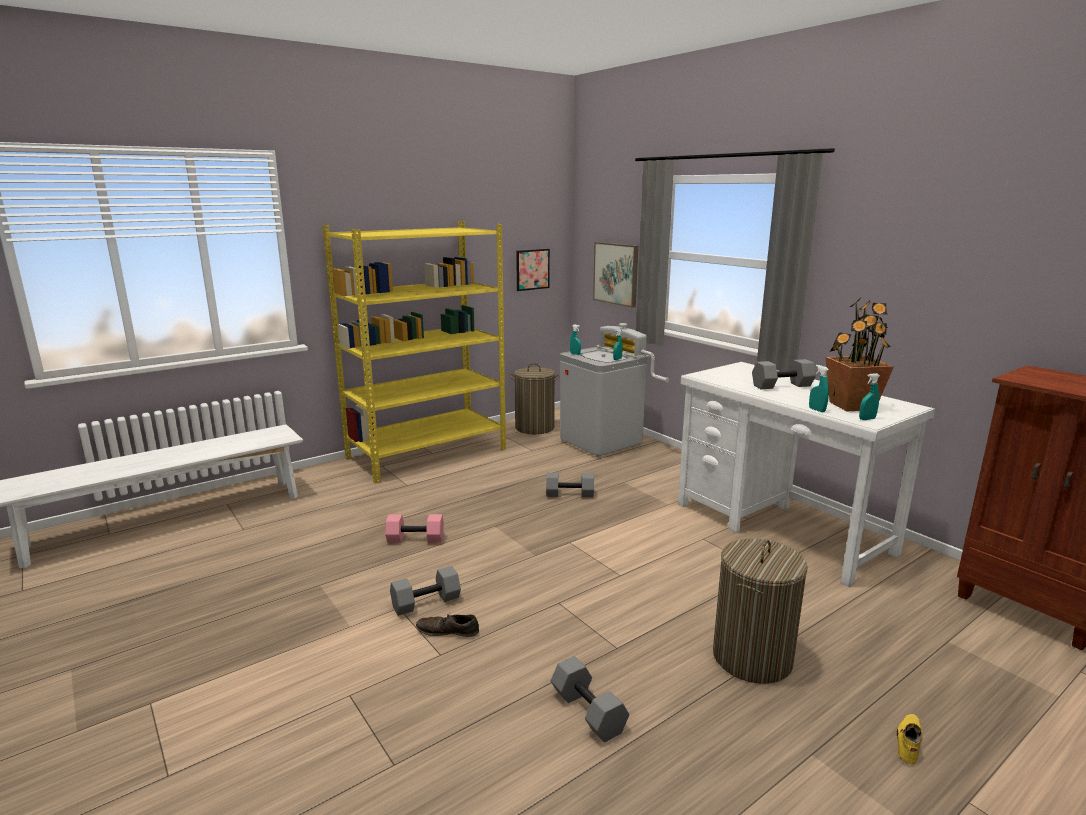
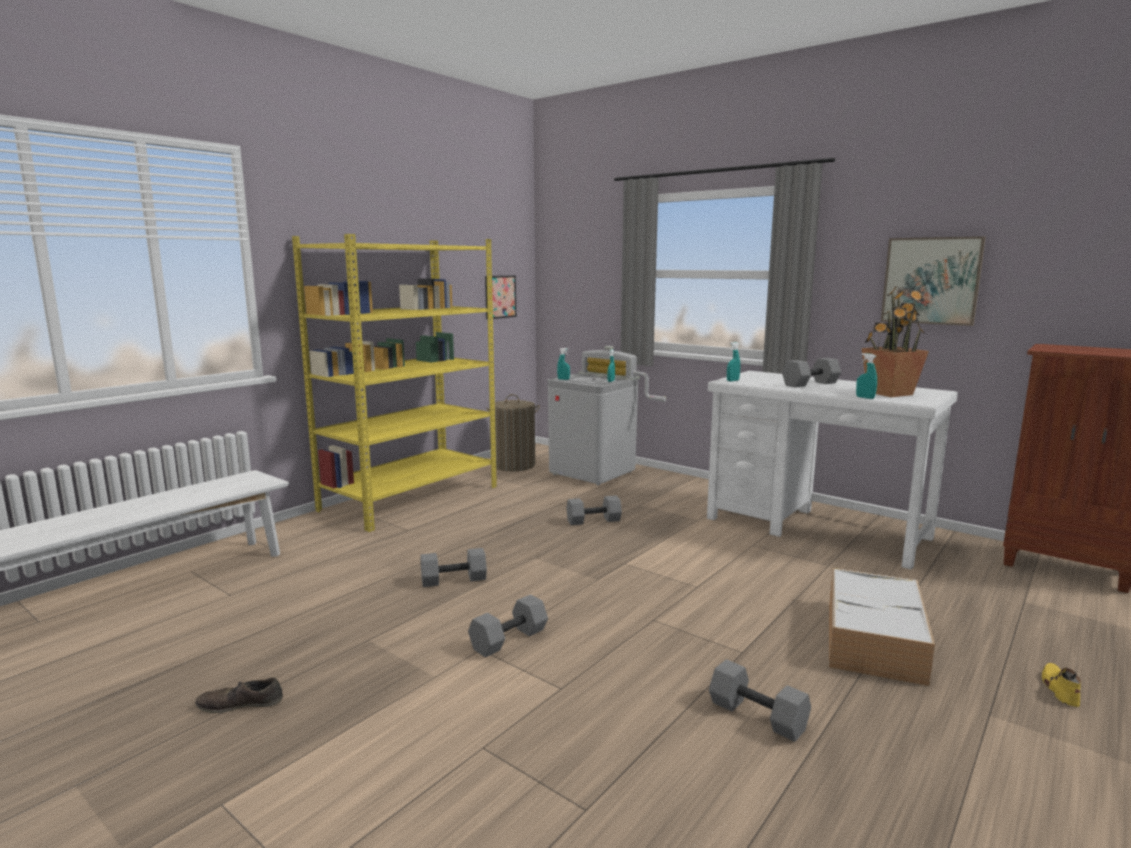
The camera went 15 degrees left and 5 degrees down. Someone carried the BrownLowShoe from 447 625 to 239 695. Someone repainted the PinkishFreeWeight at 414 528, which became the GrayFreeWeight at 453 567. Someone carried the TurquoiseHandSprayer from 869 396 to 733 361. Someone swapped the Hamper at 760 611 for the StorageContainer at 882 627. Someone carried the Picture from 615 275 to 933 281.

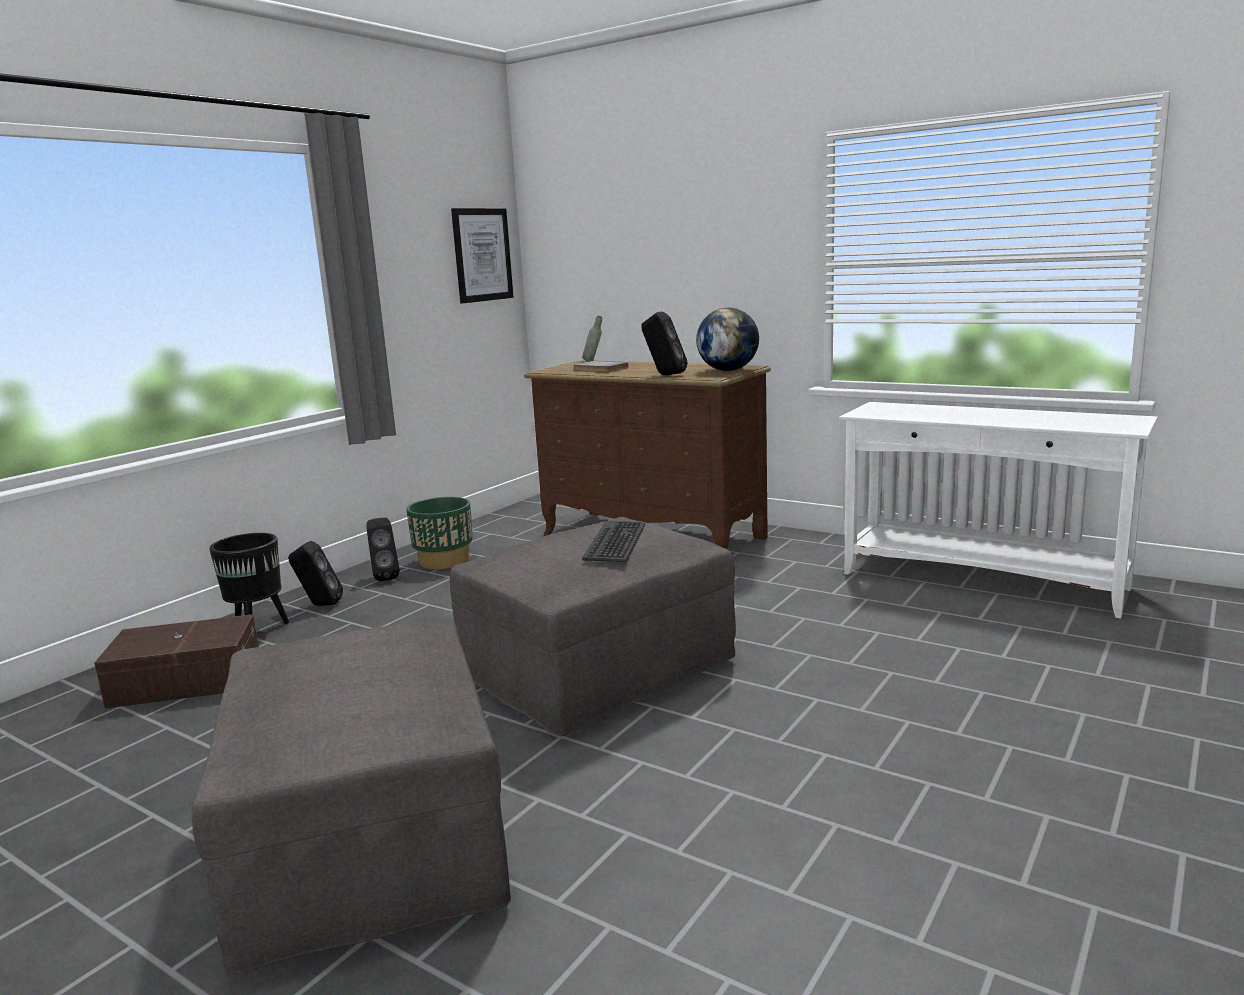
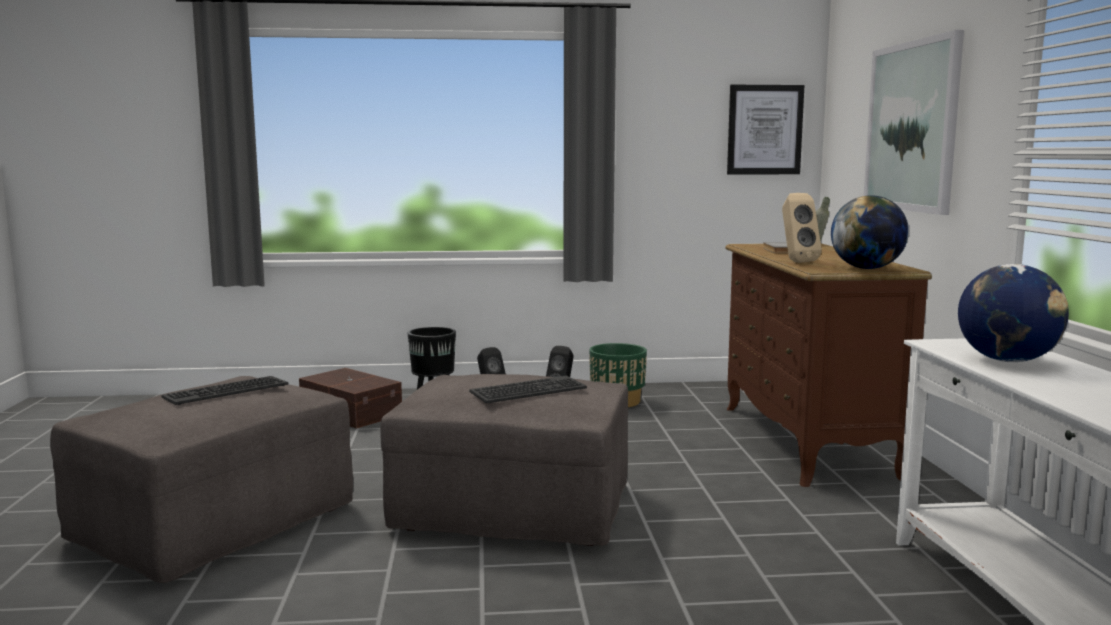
The camera went 50 degrees right and 5 degrees down. Someone put down the PcKeyboard at 225 390. Someone repainted the BlackishLoudspeaker at 664 343, which became the BeigeLoudspeaker at 802 228. Someone put up the Picture at 914 122. Someone put down the DeskGlobe at 1013 313.

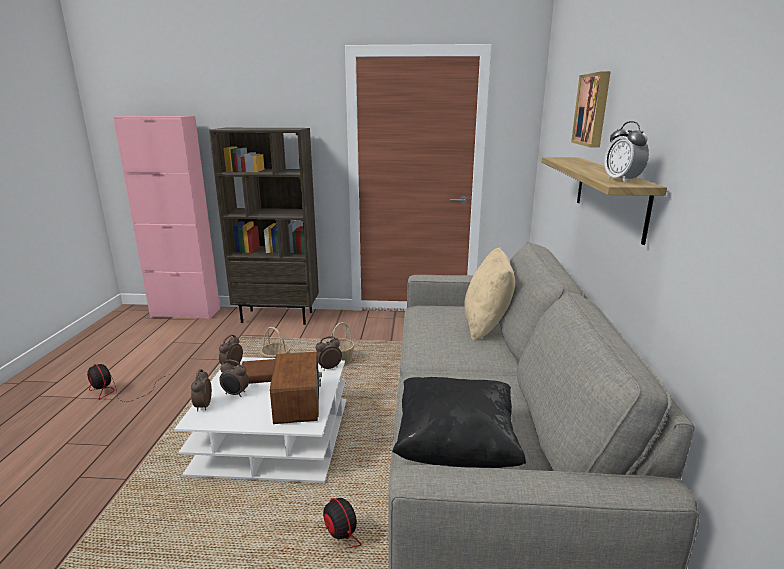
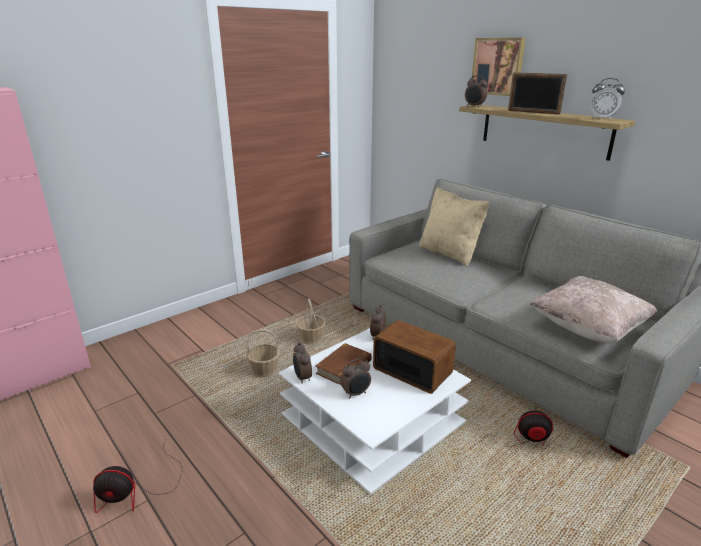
The camera went 45 degrees left and 5 degrees up. Someone carried the AlarmClock from 201 390 to 476 91. Someone put down the StandingFrame at 537 93. Someone repainted the BlackishPillow at 459 422, which became the BeigePillow at 593 309. Someone took away the BrownBookshelf at 264 226.

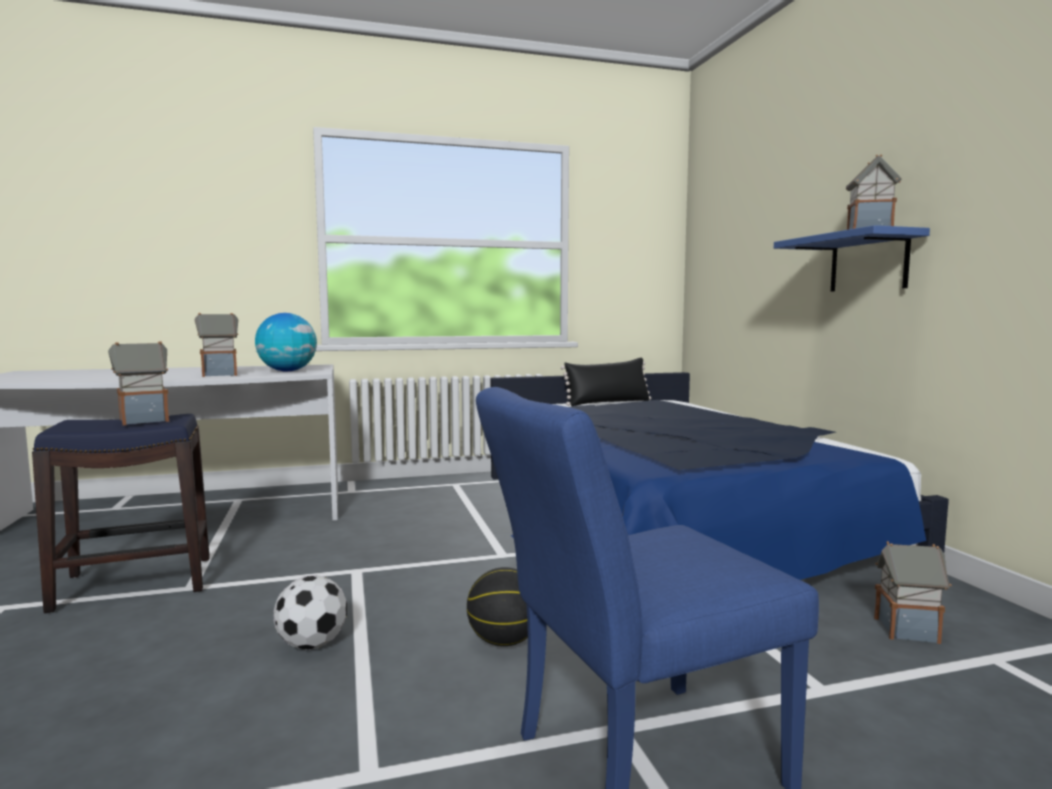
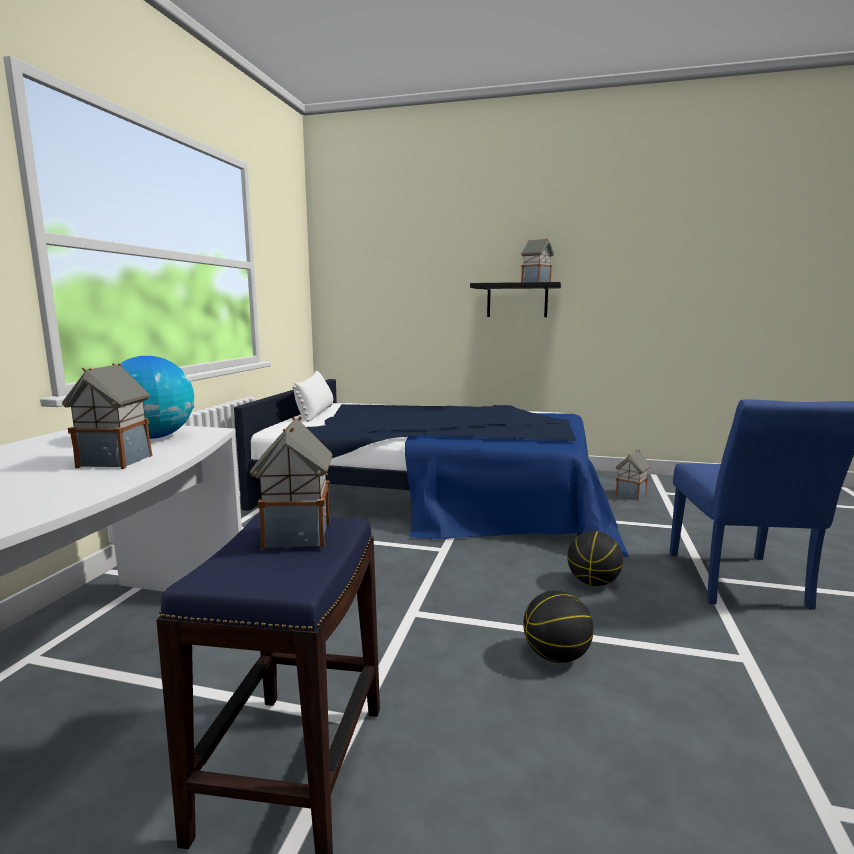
The camera went 60 degrees left and 5 degrees up. Someone repainted the BlackishPillow at 606 382, which became the WhitePillow at 312 396. Someone repainted the BluishWallShelf at 852 258, which became the BlackishWallShelf at 515 299. Someone swapped the Football at 310 612 for the Basketball at 558 626.

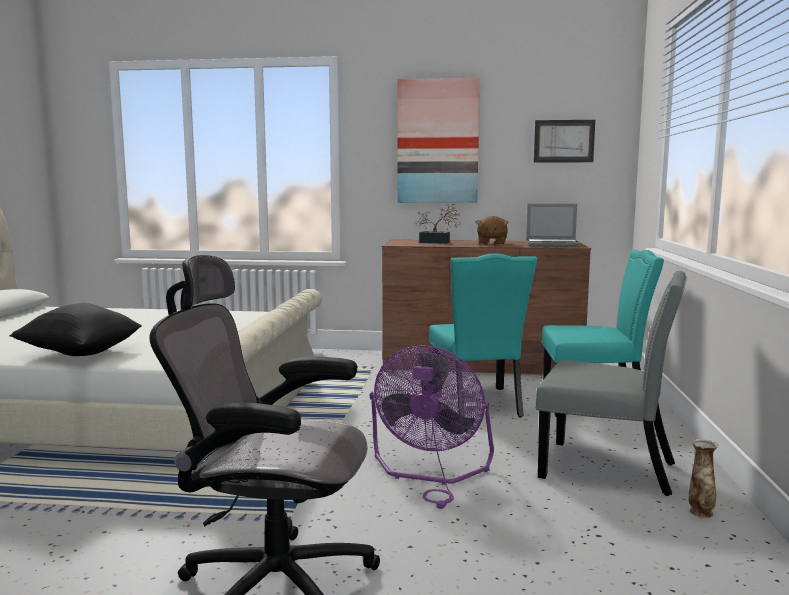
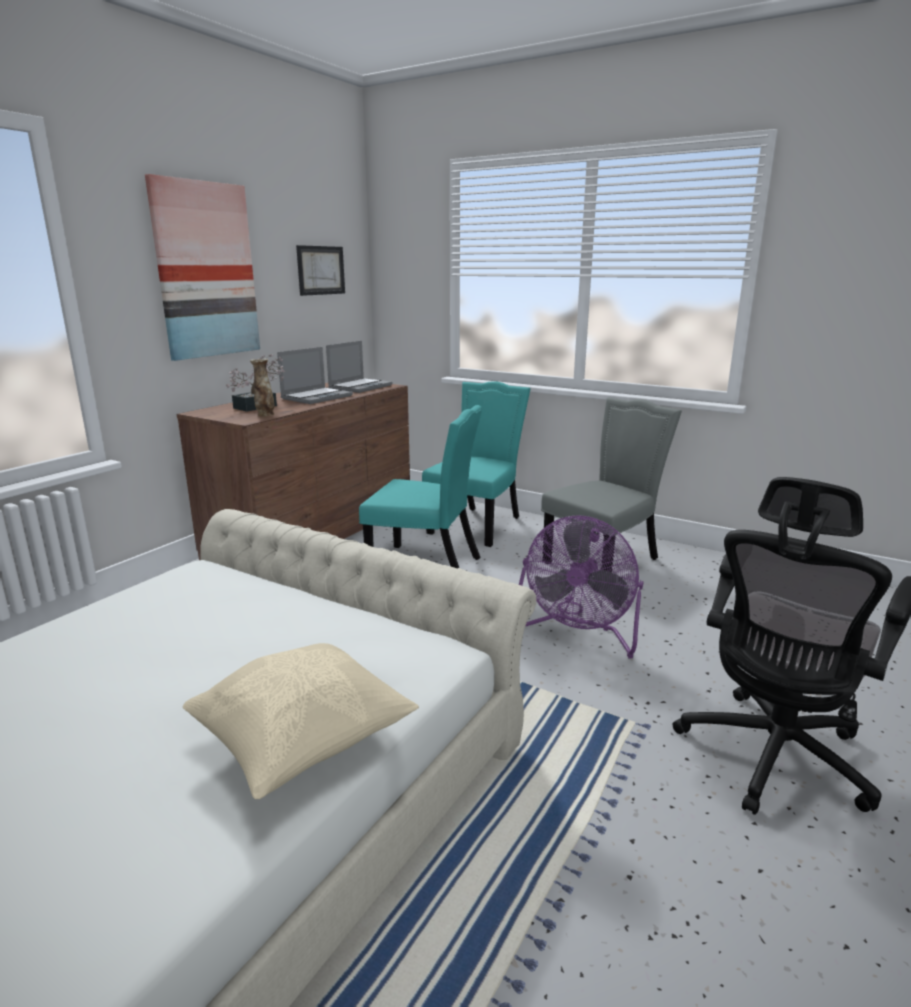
The camera went 65 degrees left and 10 degrees up. Someone repainted the BlackishPillow at 76 329, which became the BeigePillow at 301 721. Someone carried the Vase from 703 478 to 262 387. Someone swapped the BrownPlushToy at 492 230 for the NotebookComputer at 315 375. Someone rotated the PurplishElectricFan at 432 427 by 105 degrees counterclockwise.

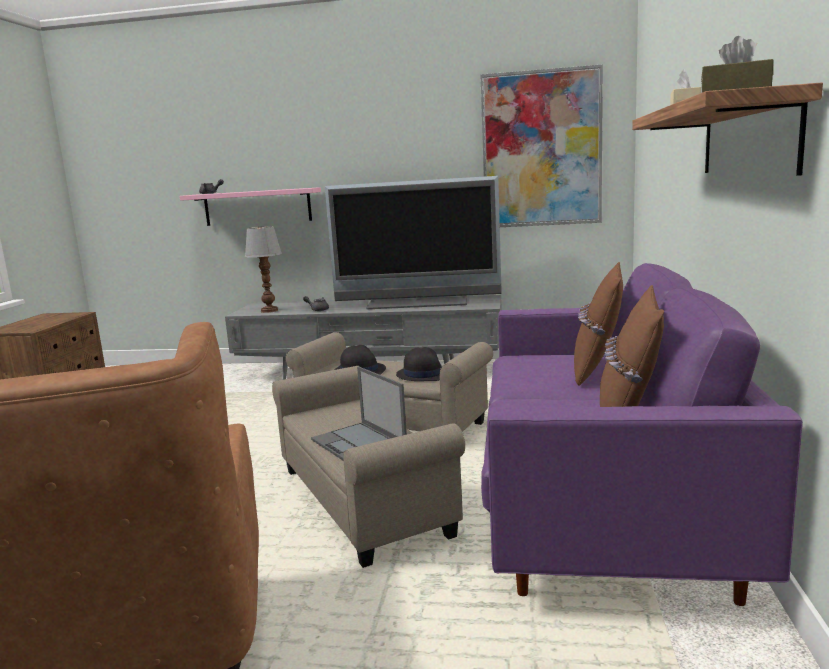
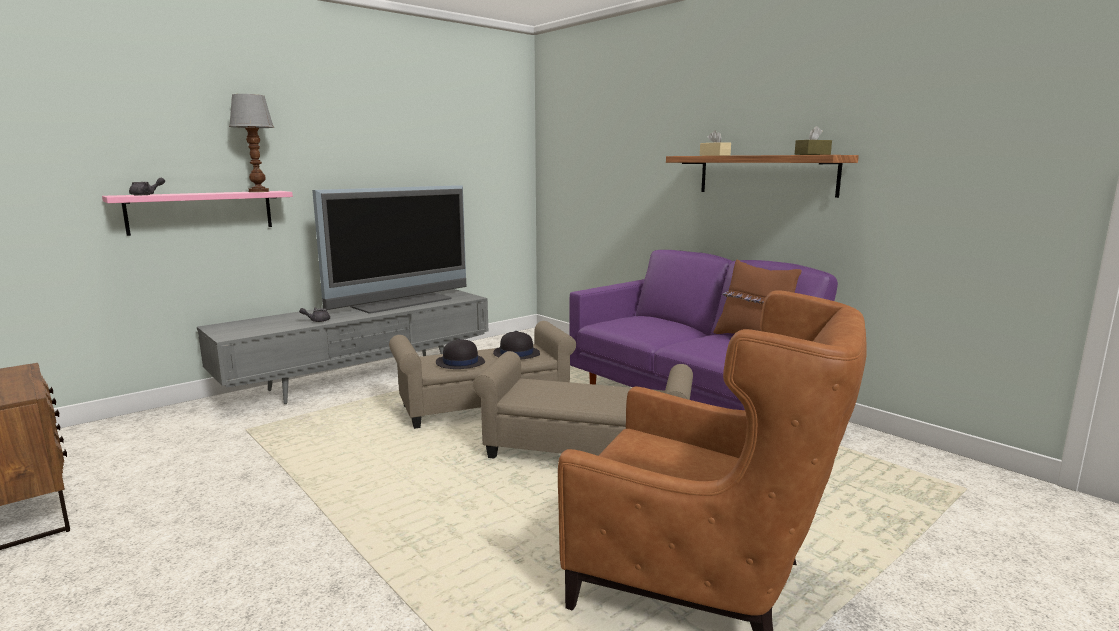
The camera went 50 degrees left and 0 degrees up. Someone carried the LampForATable from 263 269 to 251 143. Someone took away the NotebookComputer at 359 414. Someone took away the Picture at 541 145. Someone took away the BrownPillow at 598 324.

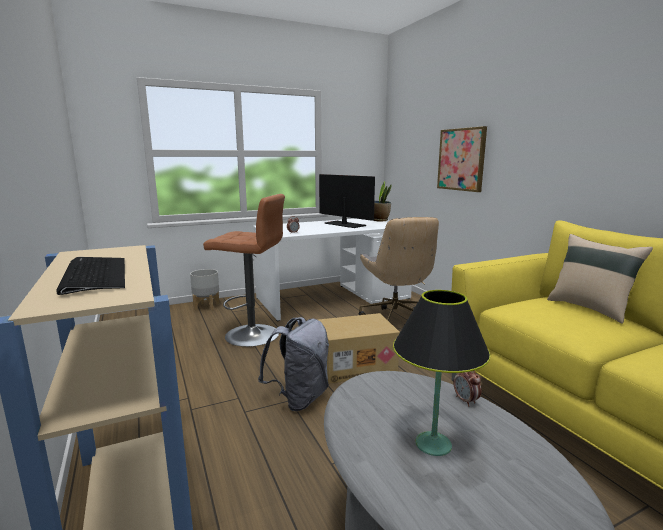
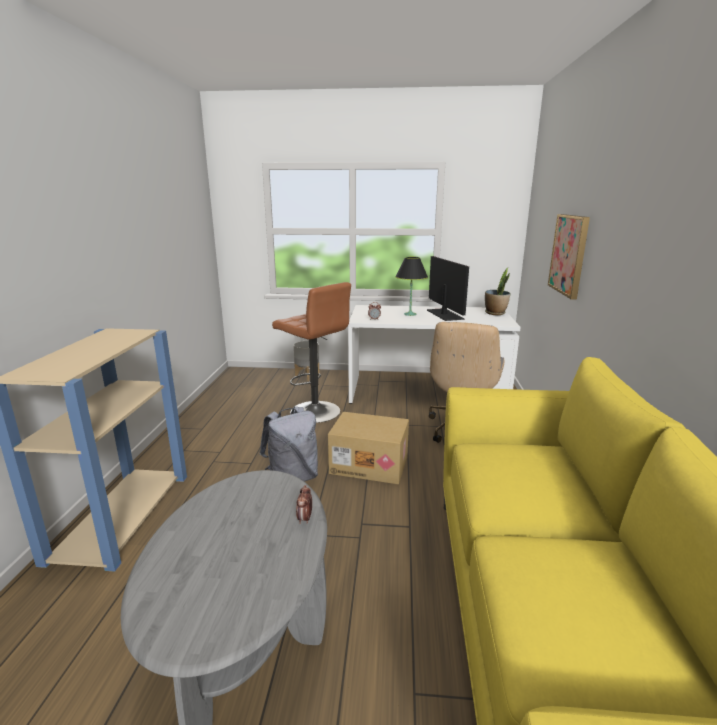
The camera went 30 degrees right and 5 degrees up. Someone carried the BlackishLampForATable from 441 373 to 411 286. Someone took away the PcKeyboard at 90 276. Someone took away the BeigePillow at 600 279.

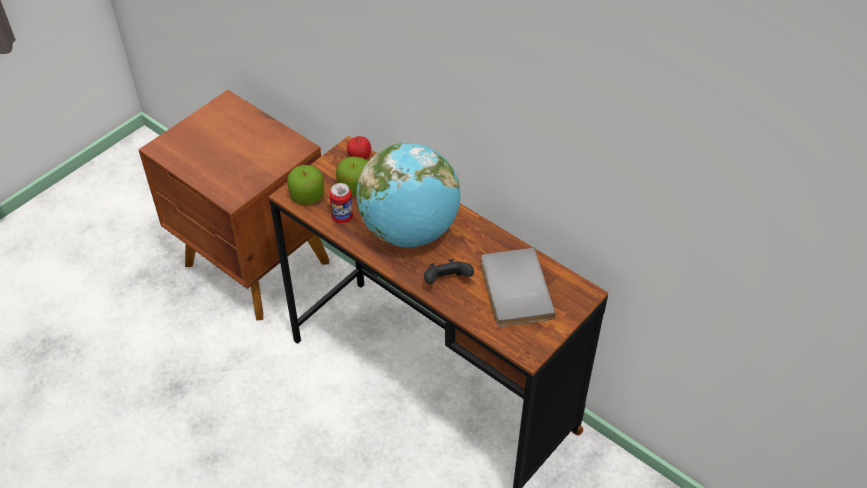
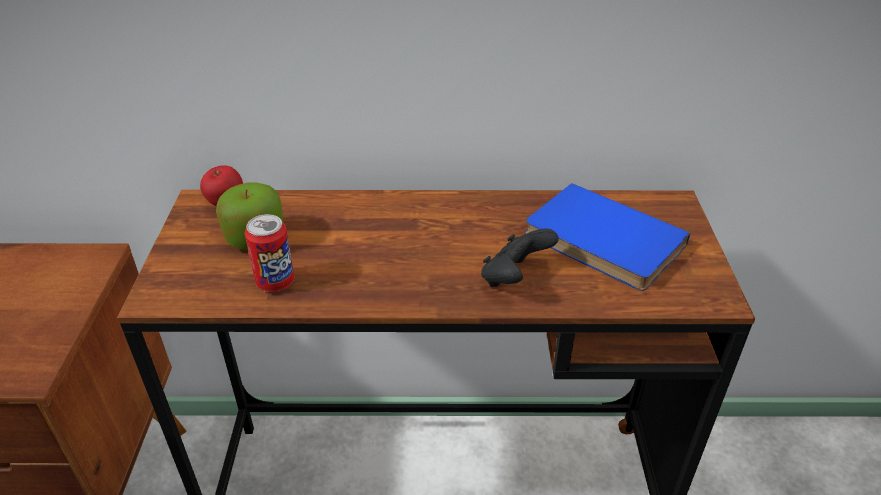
The camera went 40 degrees left and 10 degrees down. Someone repainted the GrayBook at 518 287, which became the BluishBook at 608 237. Someone took away the AppleFruit at 305 185. Someone took away the DeskGlobe at 408 195.

